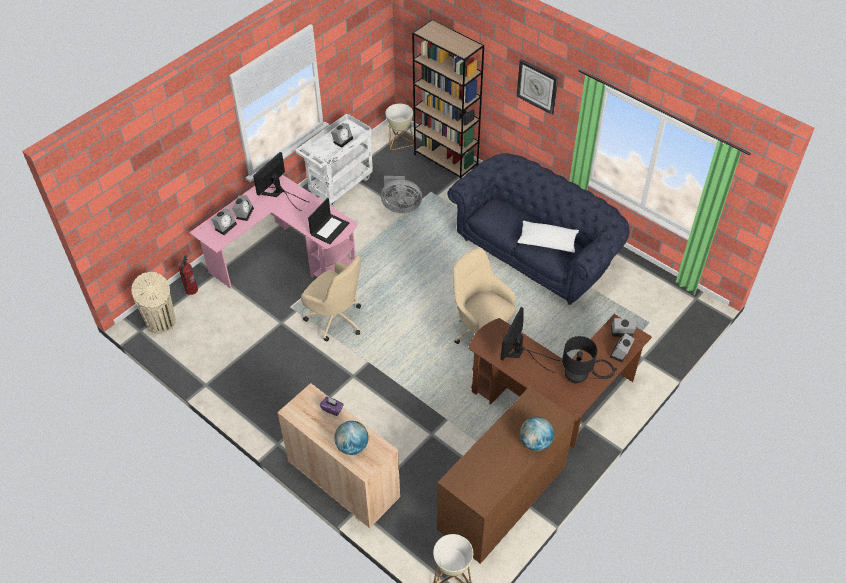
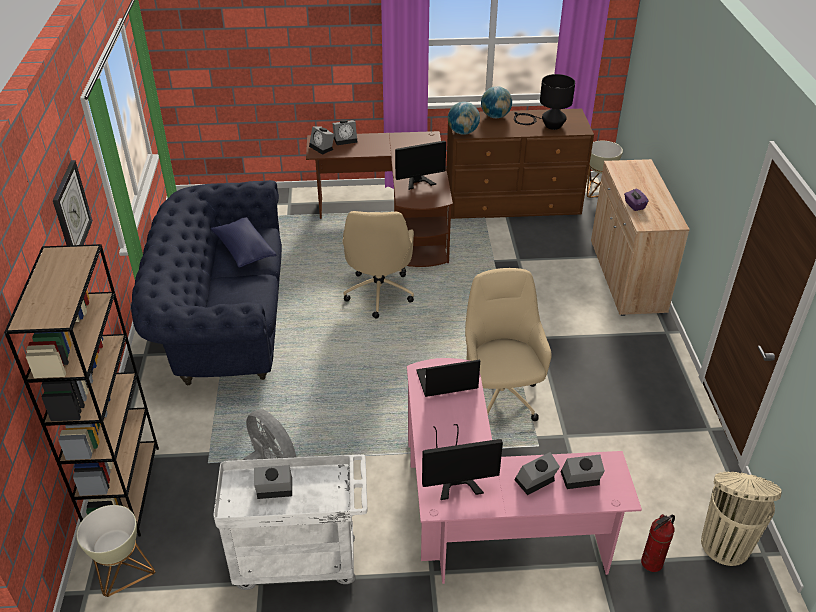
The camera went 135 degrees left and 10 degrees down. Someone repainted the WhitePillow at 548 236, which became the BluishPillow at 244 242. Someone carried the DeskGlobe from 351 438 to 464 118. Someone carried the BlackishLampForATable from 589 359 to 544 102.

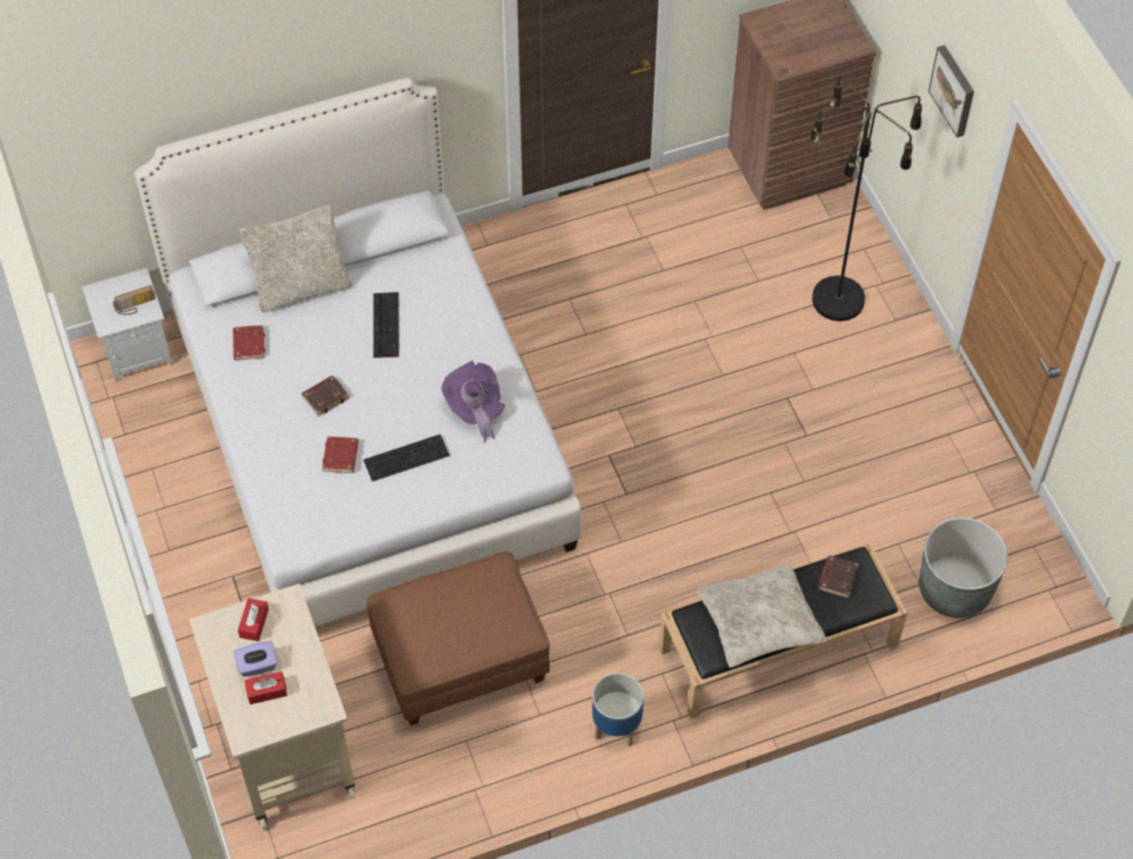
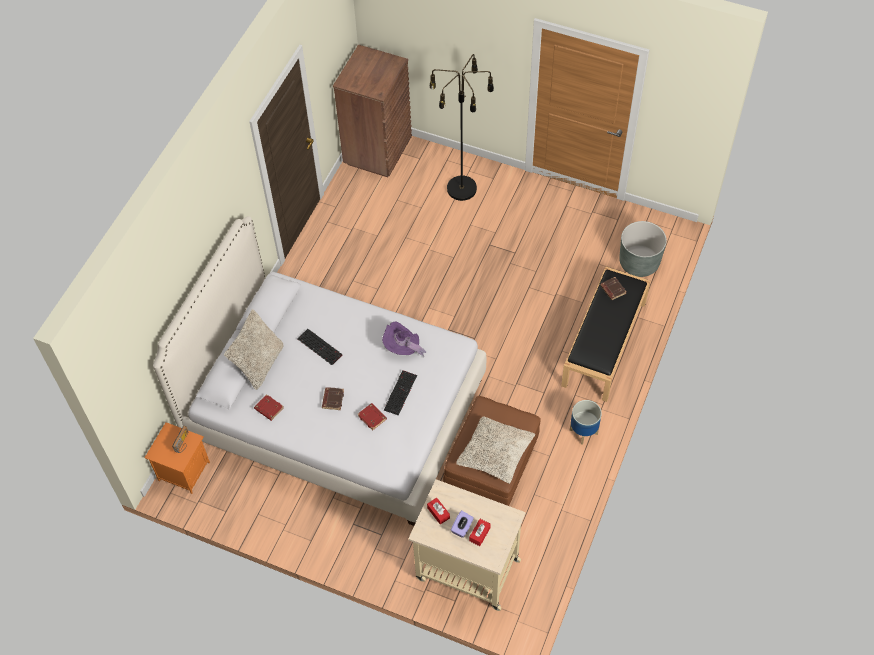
The camera went 45 degrees left and 0 degrees up. Someone repainted the GrayBedsideTable at 127 325, which became the OrangeBedsideTable at 177 458. Someone carried the BeigePillow from 762 616 to 495 450. Someone took away the Picture at 951 91.

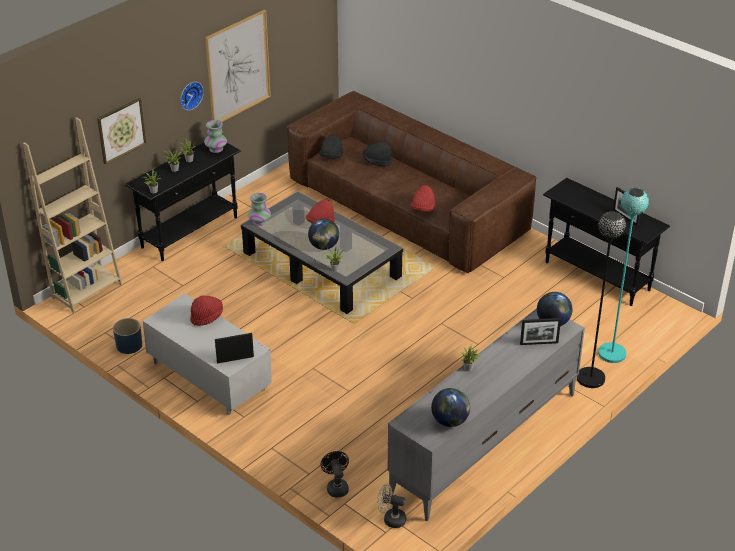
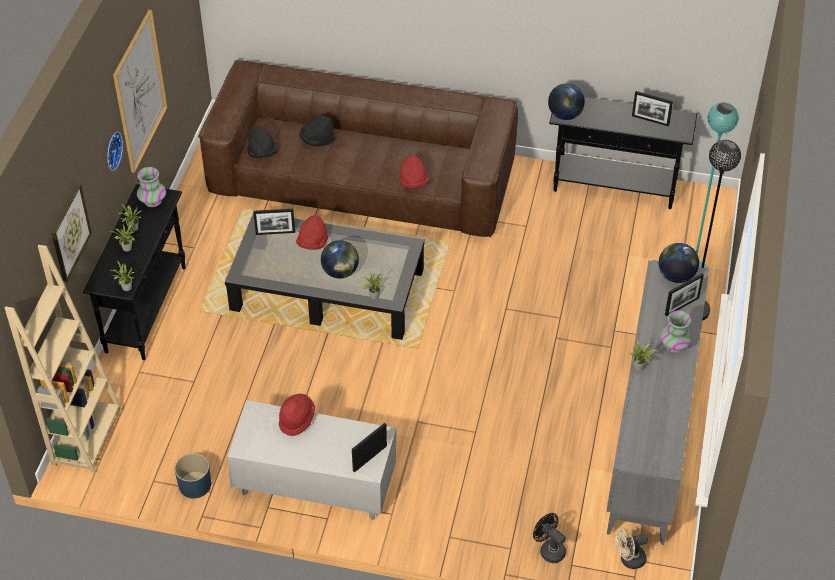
The camera went 30 degrees left and 10 degrees up. Someone put down the StandingFrame at 274 222. Someone carried the DeskGlobe from 450 407 to 566 101. Someone carried the Vase from 259 209 to 676 331.

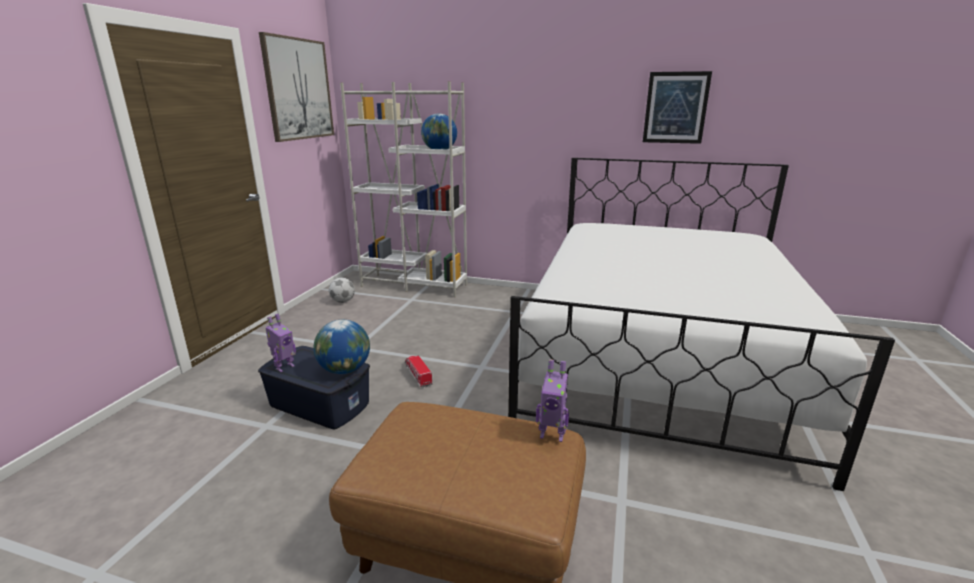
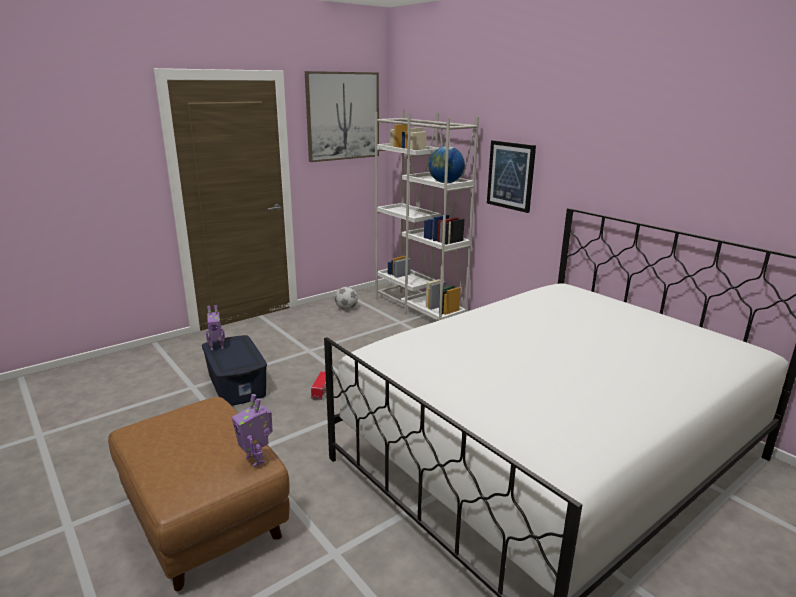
The camera went 35 degrees right and 0 degrees up. Someone carried the Picture from 677 107 to 511 176. Someone took away the DeskGlobe at 342 347.

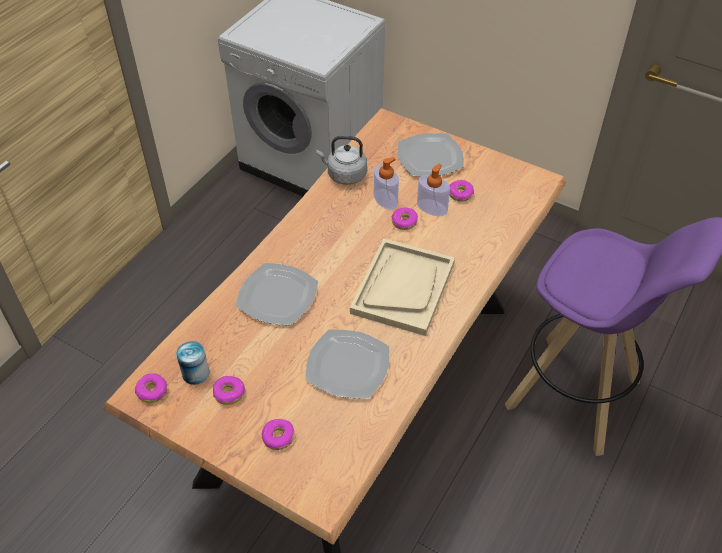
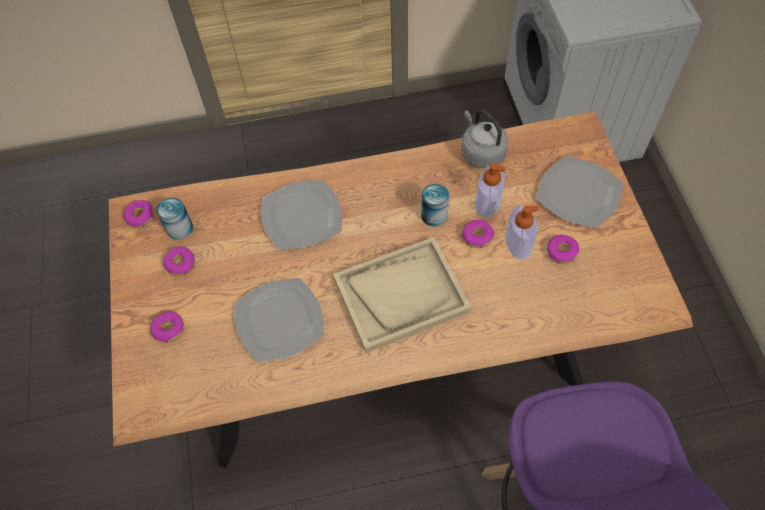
The camera went 50 degrees right and 10 degrees up. Someone put down the Can at 435 205.

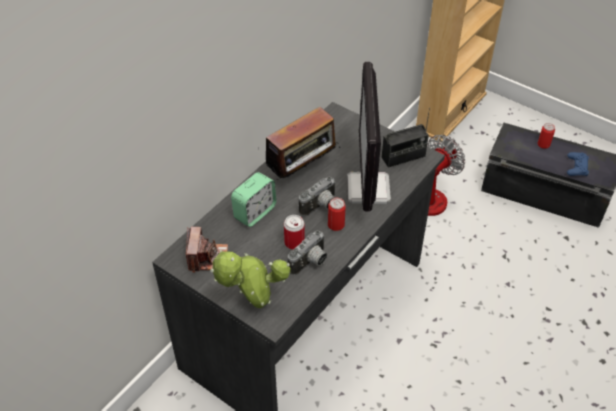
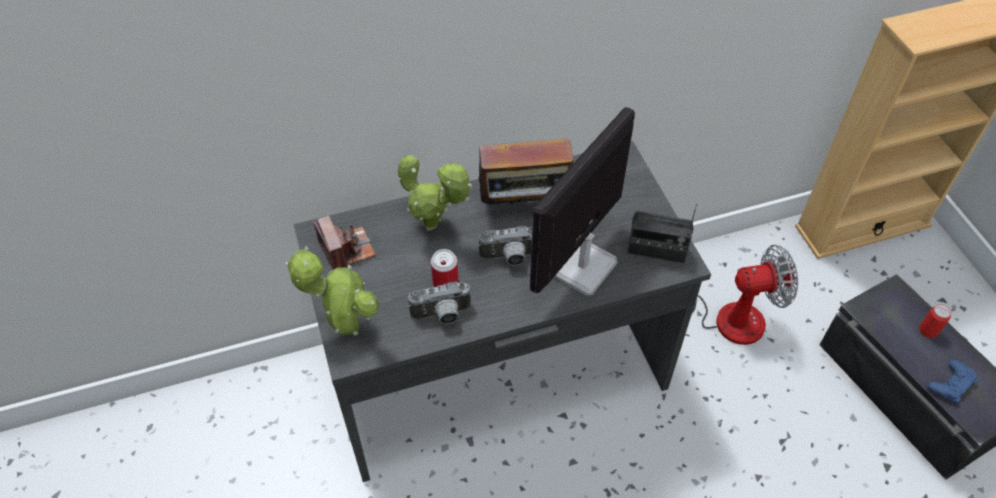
The camera went 35 degrees right and 5 degrees up. Someone rotated the StillCamera at 207 250 by 60 degrees counterclockwise. Someone swapped the AlarmClock at 253 199 for the PottedPlant at 435 192. Someone took away the Can at 337 214.

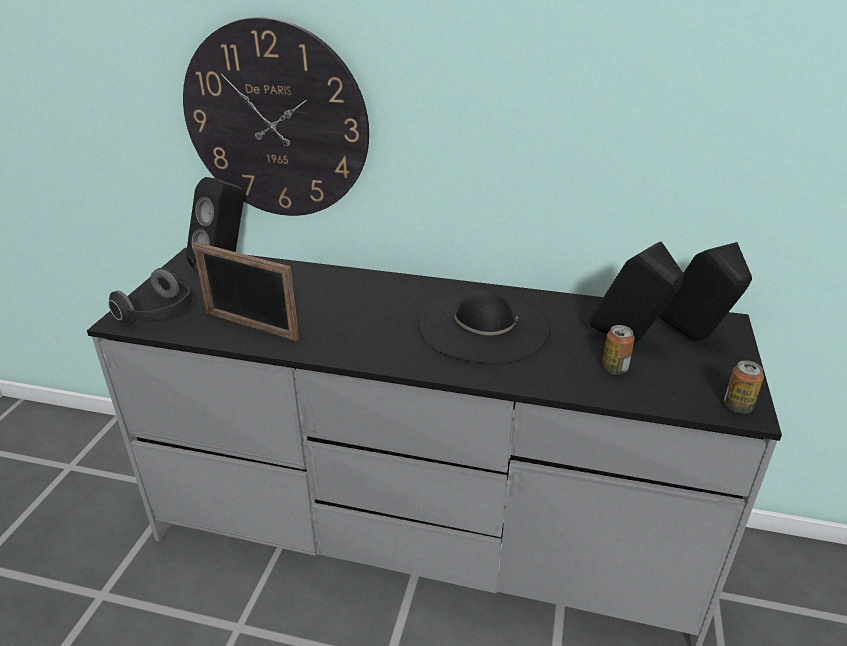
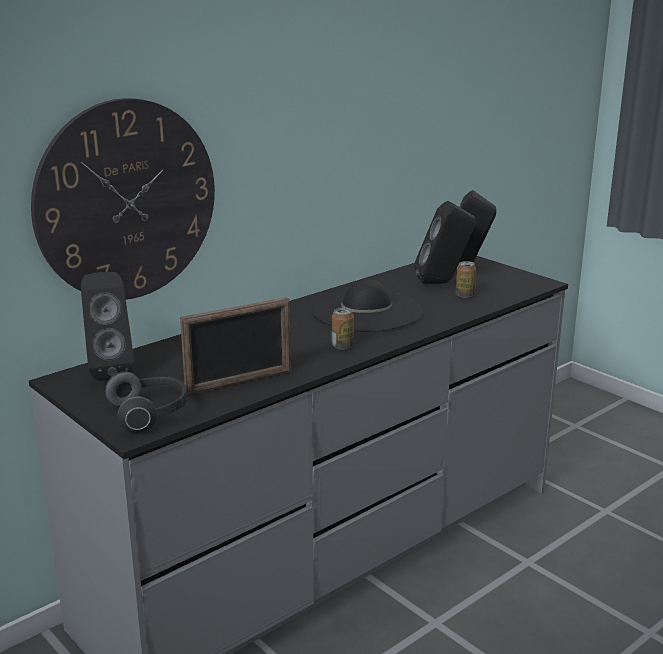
The camera went 55 degrees left and 10 degrees down. Someone carried the Can from 744 387 to 343 329.

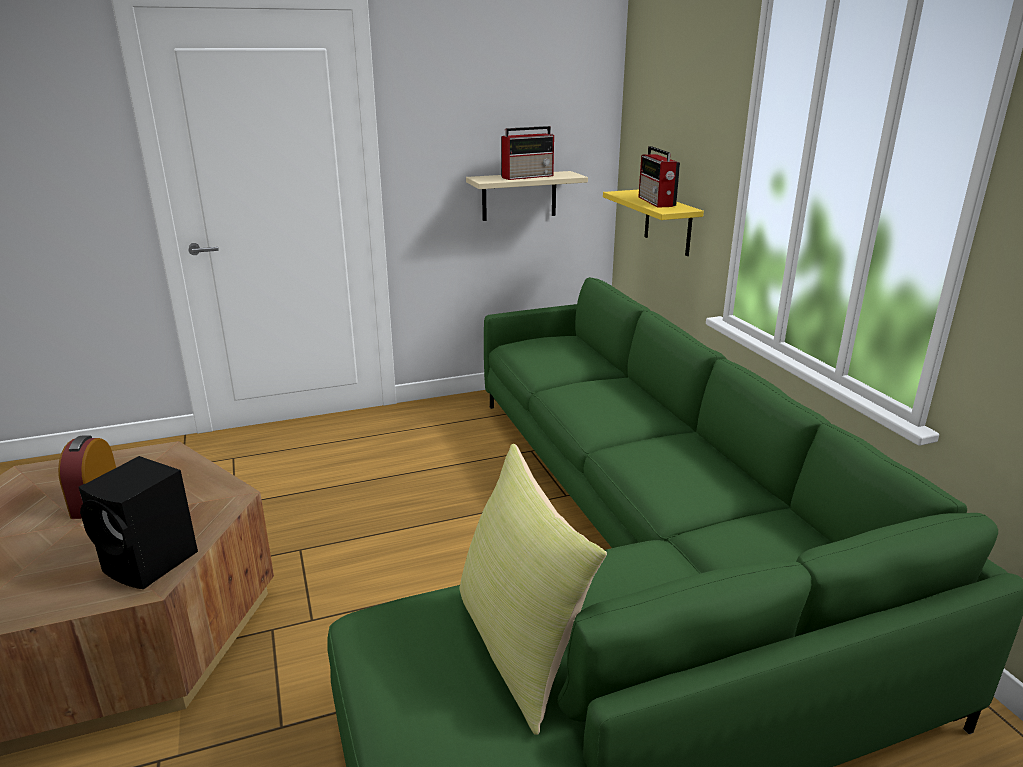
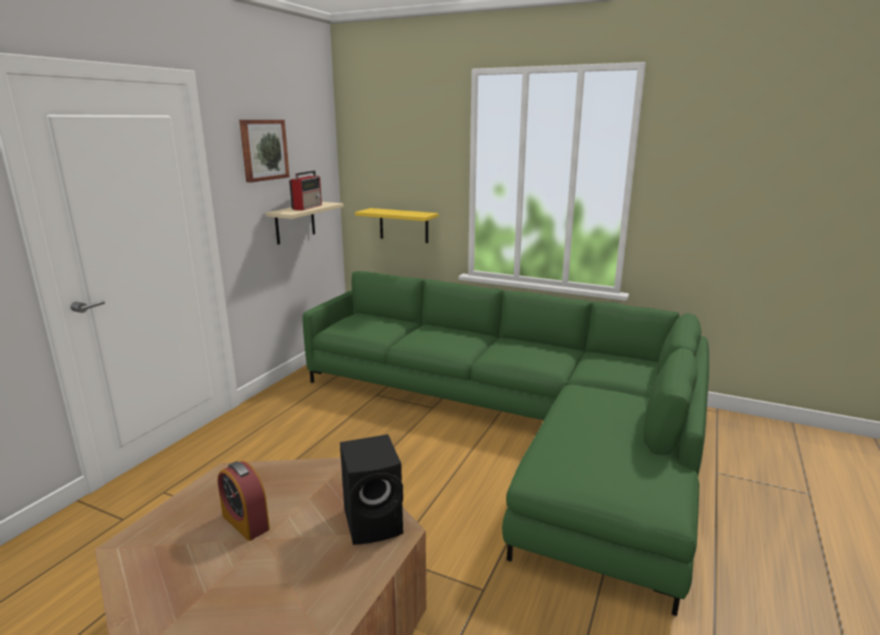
The camera went 45 degrees left and 5 degrees down. Someone put up the Picture at 264 151. Someone took away the YellowPillow at 533 589. Someone took away the RadioReceiver at 659 177.

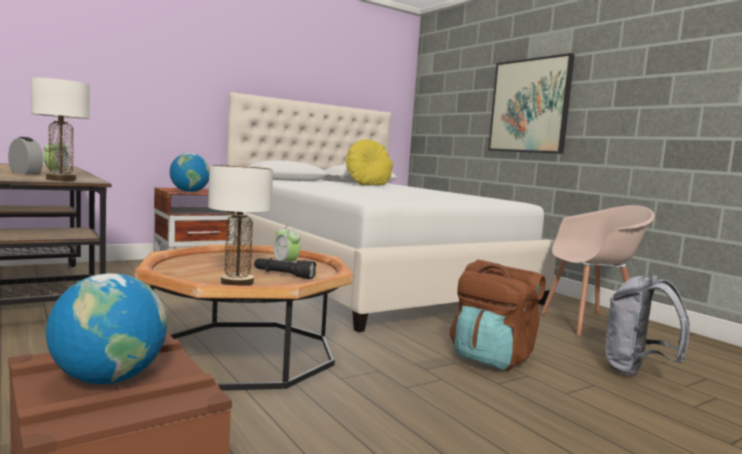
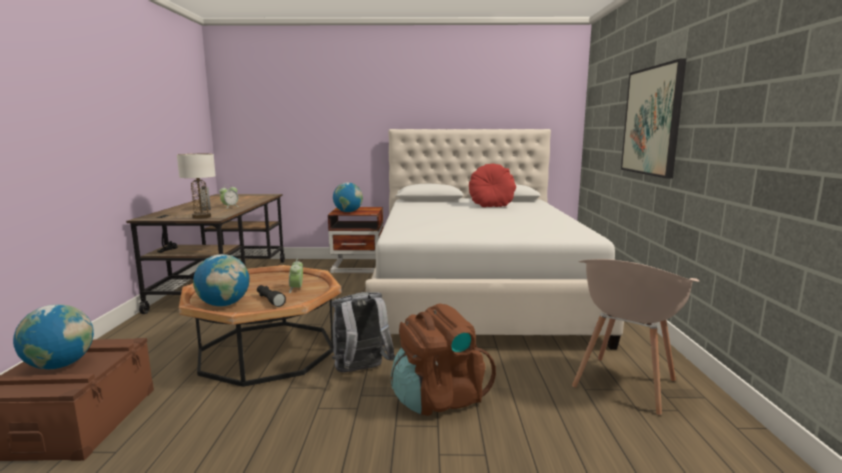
The camera went 35 degrees right and 5 degrees up. Someone swapped the LampForATable at 240 225 for the DeskGlobe at 221 280. Someone carried the GrayRucksack from 648 325 to 363 332. Someone repainted the YellowPillow at 369 162, which became the RedColouredPillow at 492 185. Someone rotated the BeigeUprightChair at 598 270 by 105 degrees clockwise.

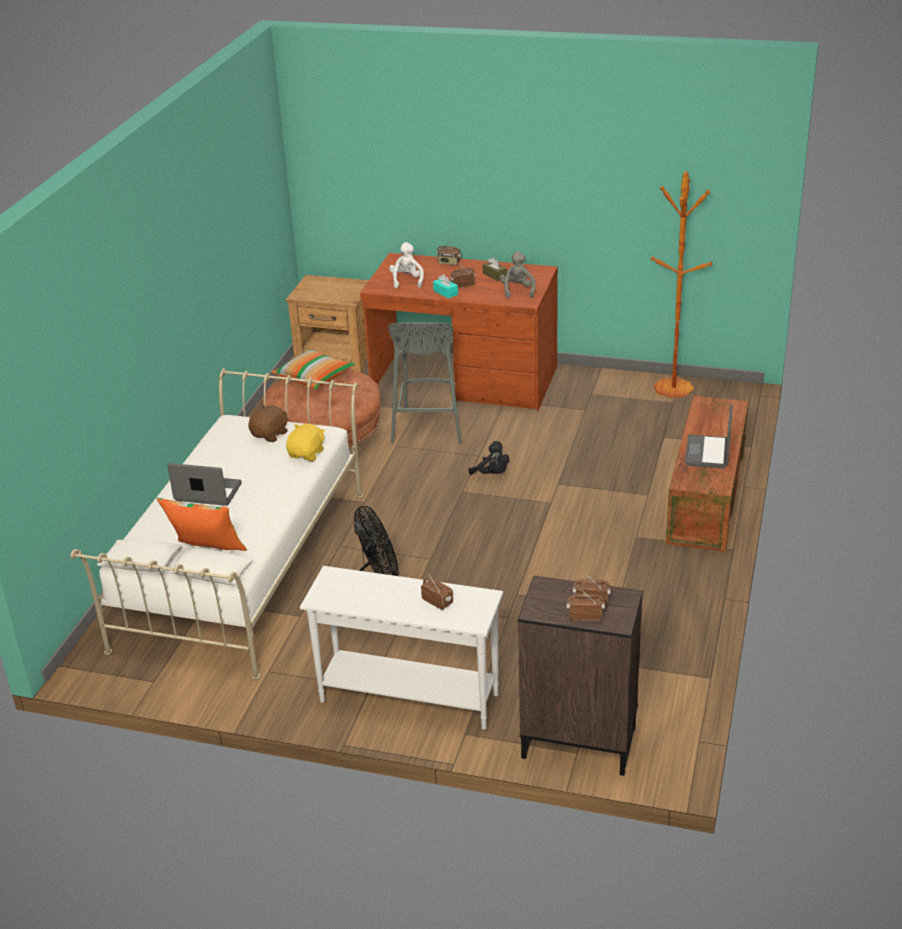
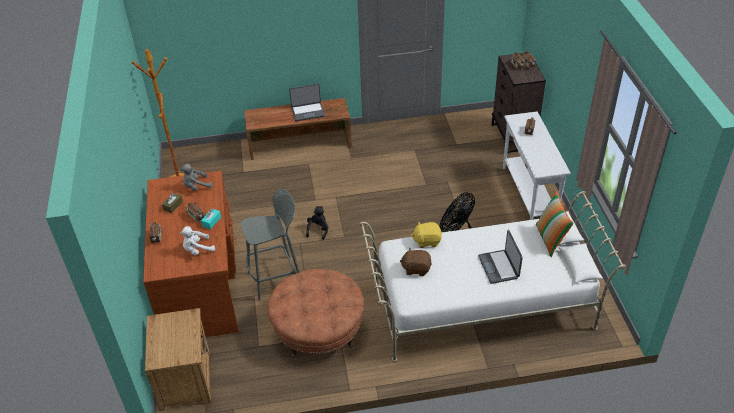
The camera went 115 degrees left and 10 degrees up. Someone took away the Pillow at 313 369.

